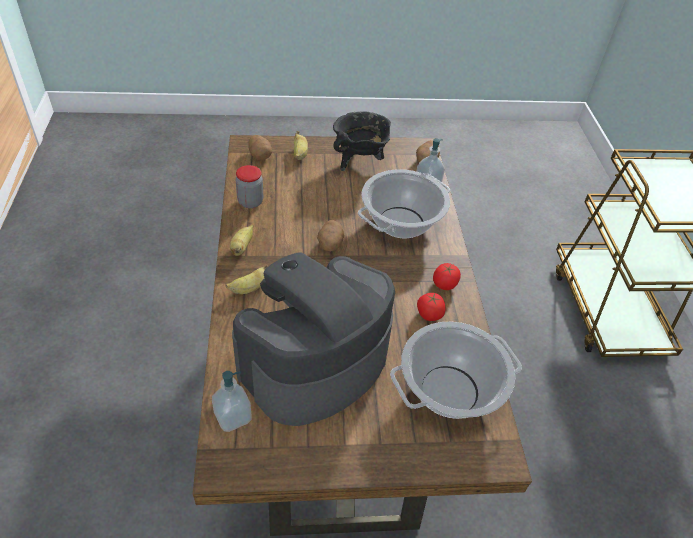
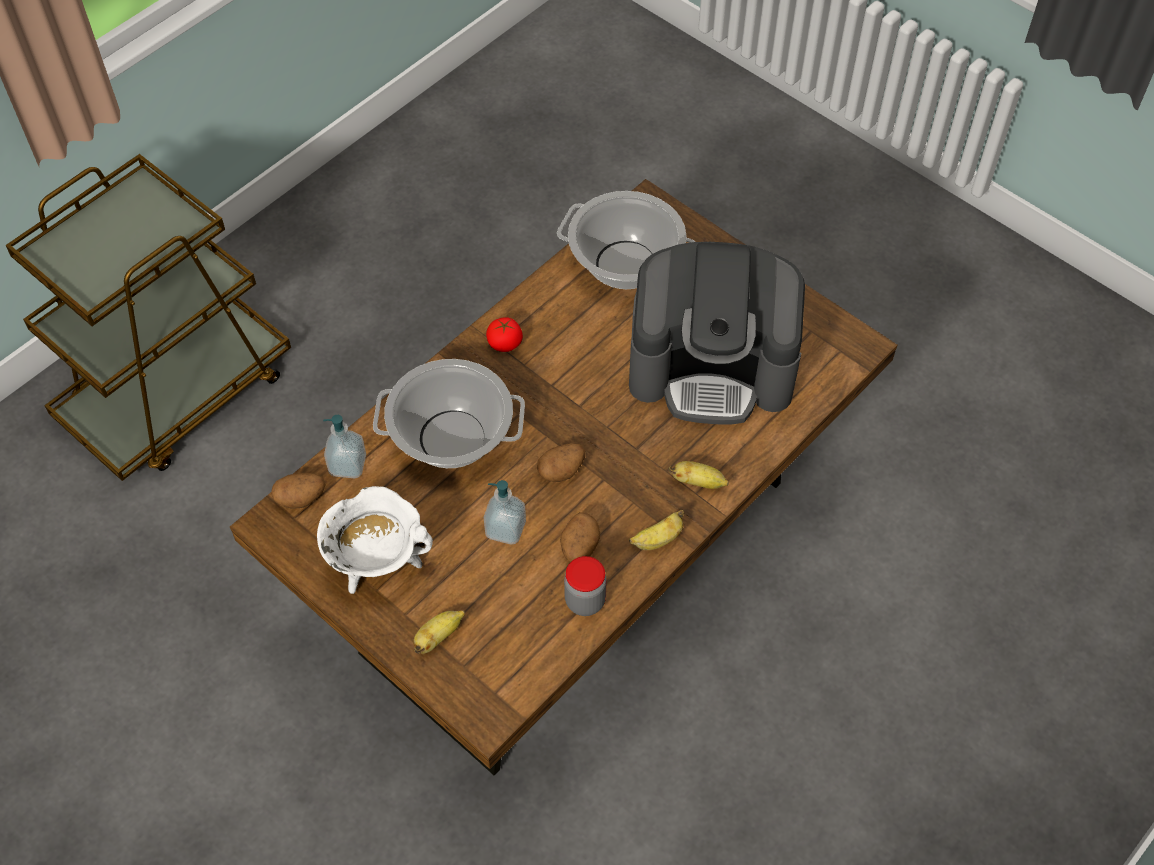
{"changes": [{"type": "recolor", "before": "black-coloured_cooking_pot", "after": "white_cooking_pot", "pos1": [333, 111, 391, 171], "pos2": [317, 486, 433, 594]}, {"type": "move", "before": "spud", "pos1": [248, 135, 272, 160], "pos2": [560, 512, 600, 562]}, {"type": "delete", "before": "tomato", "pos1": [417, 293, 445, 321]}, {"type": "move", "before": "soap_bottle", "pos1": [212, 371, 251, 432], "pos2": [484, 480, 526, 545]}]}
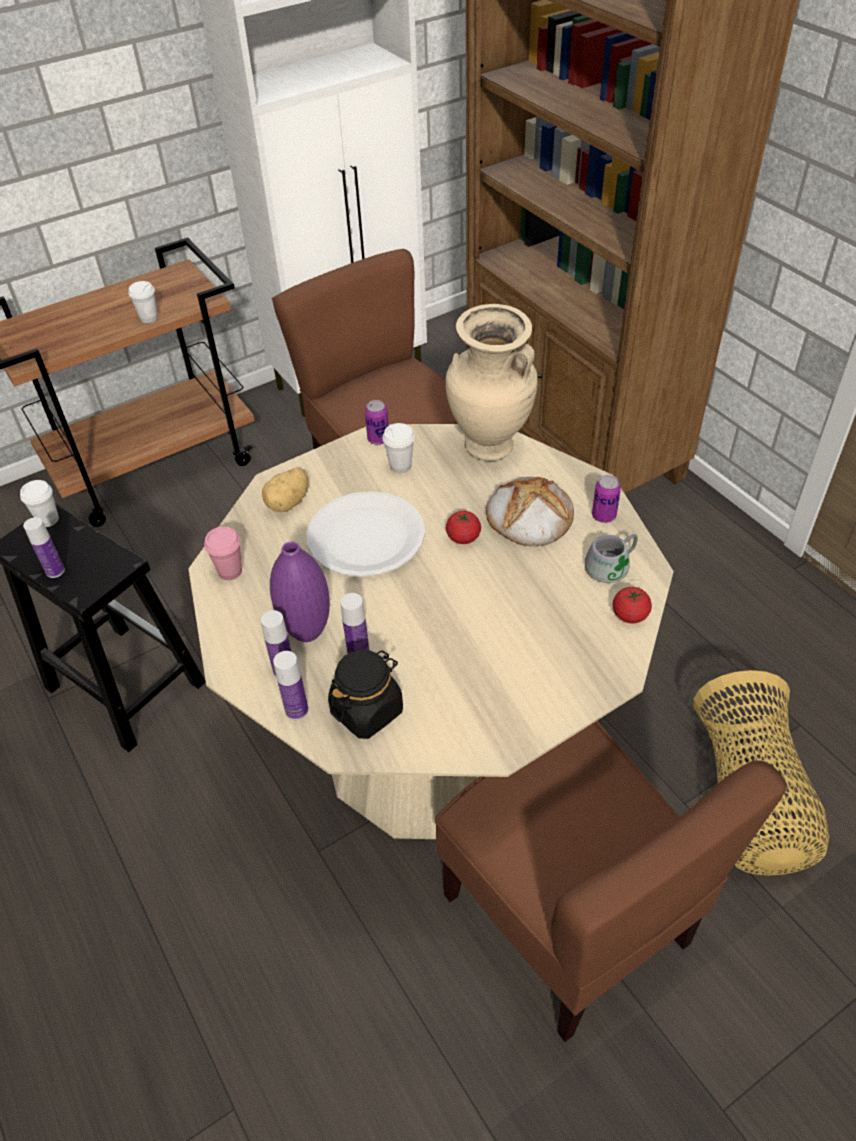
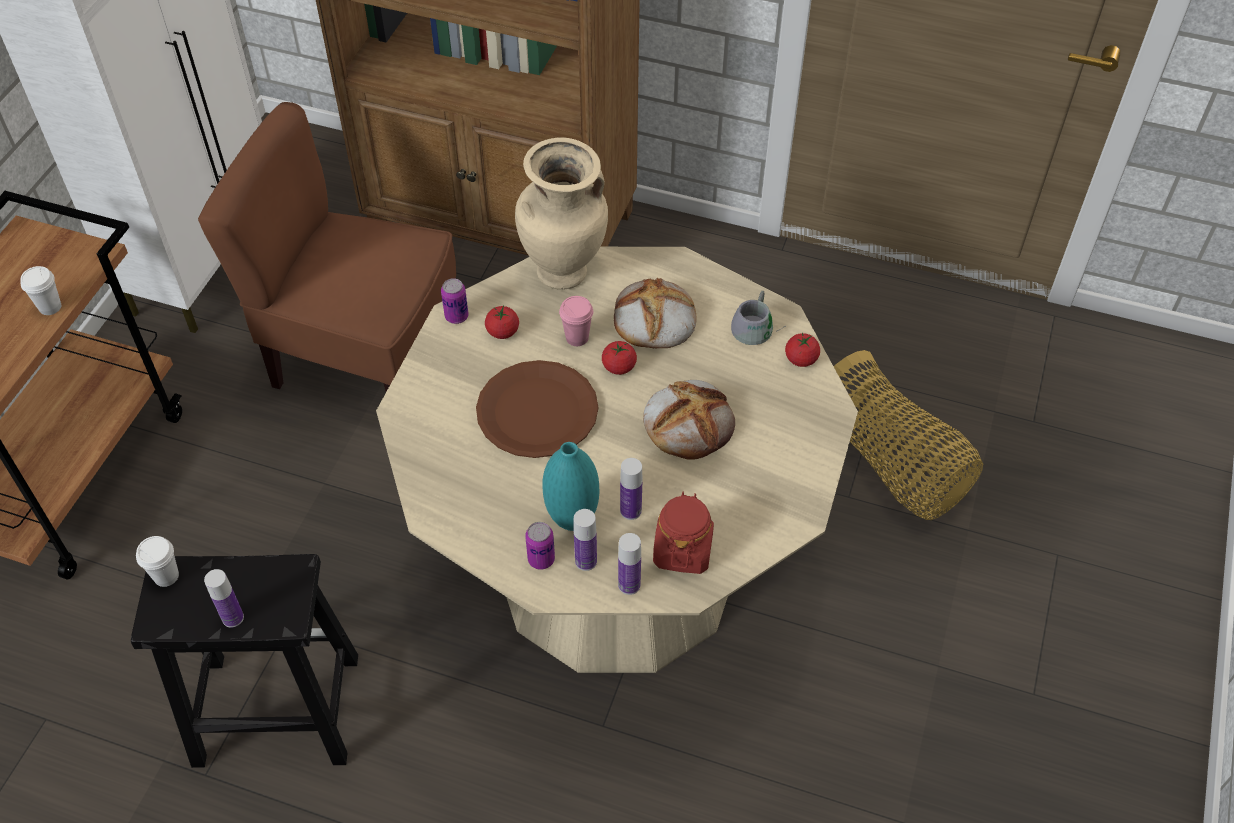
{"changes": [{"type": "replace", "before": "white_small_cup", "after": "tomato", "pos1": [383, 423, 415, 473], "pos2": [485, 306, 519, 339]}, {"type": "delete", "before": "spud", "pos1": [262, 468, 308, 512]}, {"type": "move", "before": "sealed_can", "pos1": [592, 475, 621, 523], "pos2": [525, 522, 555, 570]}, {"type": "recolor", "before": "white_dinner_plate", "after": "brown-coloured_dinner_plate", "pos1": [306, 491, 425, 577], "pos2": [476, 360, 599, 458]}, {"type": "move", "before": "pink_small_cup", "pos1": [204, 527, 242, 580], "pos2": [559, 296, 593, 346]}, {"type": "recolor", "before": "purple_flower_vase", "after": "blue-green_flower_vase", "pos1": [270, 542, 330, 642], "pos2": [543, 442, 599, 531]}, {"type": "recolor", "before": "black-coloured_storage_jar", "after": "reddish_storage_jar", "pos1": [328, 650, 403, 739], "pos2": [653, 492, 714, 574]}, {"type": "delete", "before": "brown-coloured_plain_chair", "pos1": [435, 721, 787, 1042]}, {"type": "insert", "after": "bakery_bread", "pos2": [643, 380, 735, 460]}]}
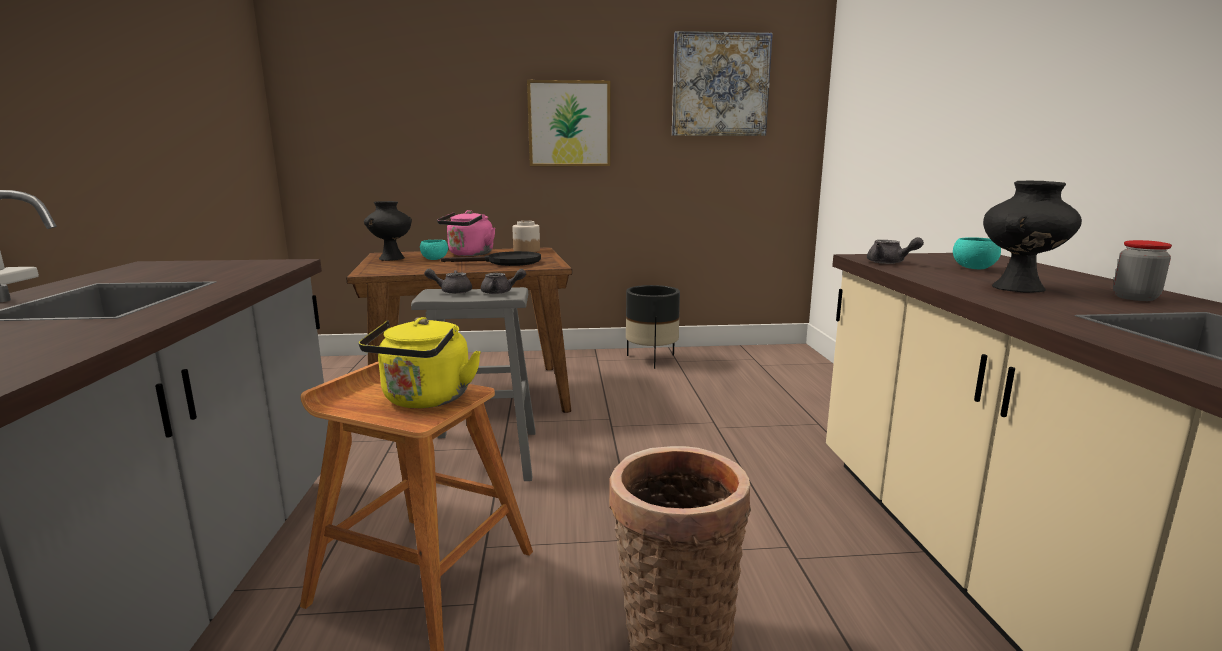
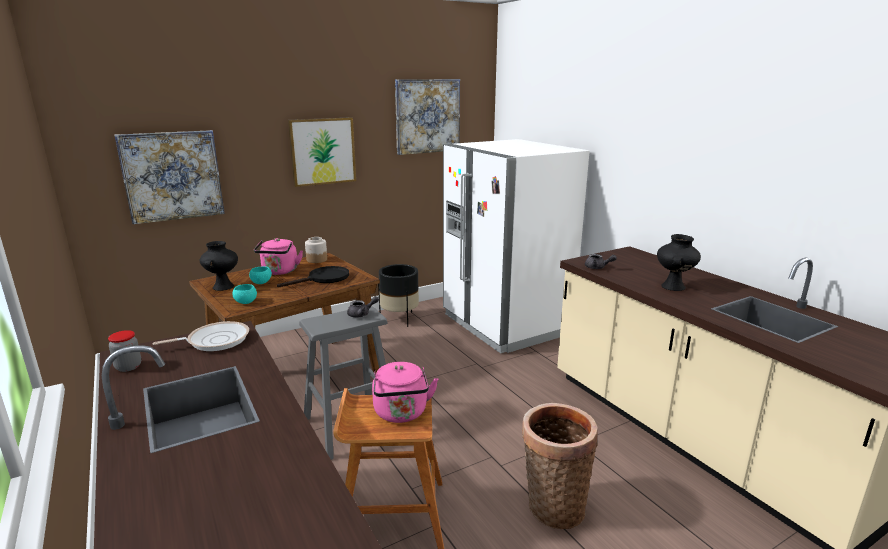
{"changes": [{"type": "move", "before": "blue-green_serving_bowl", "pos1": [953, 237, 1001, 269], "pos2": [232, 284, 257, 304]}, {"type": "move", "before": "storage_jar", "pos1": [1113, 240, 1172, 301], "pos2": [108, 330, 141, 372]}, {"type": "delete", "before": "gray_teapot", "pos1": [424, 269, 472, 294]}, {"type": "recolor", "before": "yellow_water_kettle", "after": "pink_water_kettle", "pos1": [359, 317, 481, 408], "pos2": [372, 362, 438, 423]}, {"type": "insert", "after": "picture", "pos2": [115, 130, 225, 224]}, {"type": "insert", "after": "white_fridge", "pos2": [443, 139, 590, 353]}, {"type": "insert", "after": "pan", "pos2": [152, 321, 249, 351]}]}
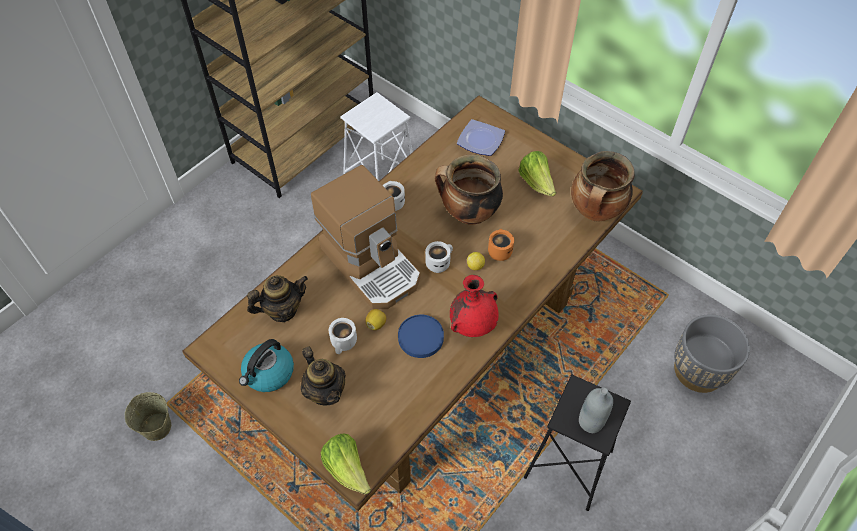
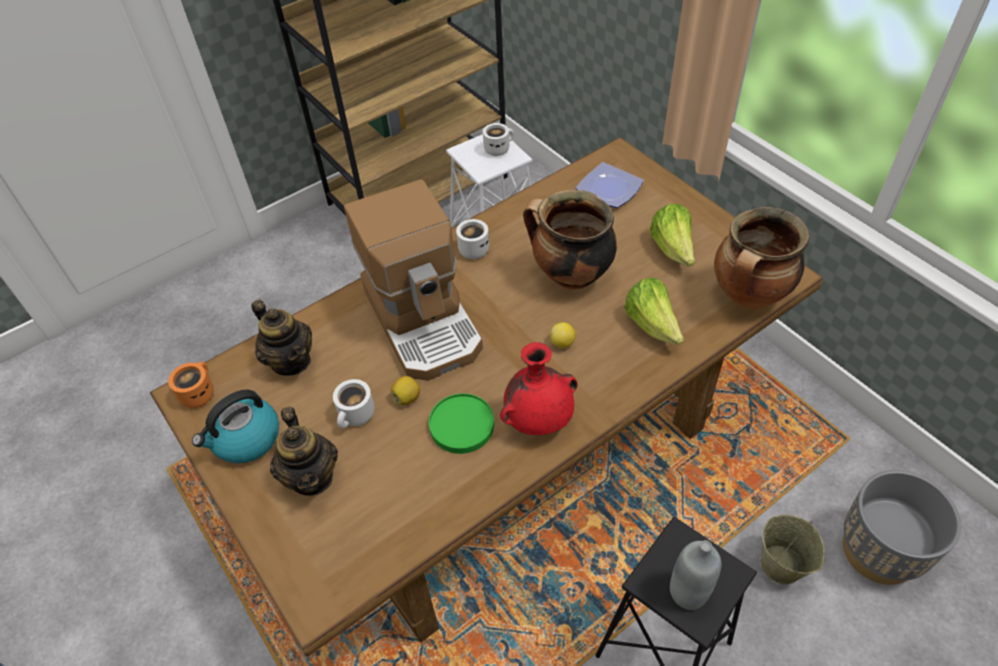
{"changes": [{"type": "move", "before": "orange_tea_mug", "pos1": [488, 229, 514, 261], "pos2": [168, 362, 214, 408]}, {"type": "move", "before": "white_tea_mug", "pos1": [425, 241, 453, 273], "pos2": [483, 123, 514, 156]}, {"type": "rotate", "before": "teapot", "pos1": [247, 275, 308, 322], "pos2": [251, 300, 312, 376], "turn": 60}, {"type": "recolor", "before": "blue-coloured_dinner_plate", "after": "greenish_dinner_plate", "pos1": [398, 315, 444, 358], "pos2": [429, 393, 494, 454]}, {"type": "move", "before": "beige_pail", "pos1": [125, 392, 171, 441], "pos2": [761, 515, 825, 584]}, {"type": "move", "before": "head_of_lettuce", "pos1": [321, 434, 371, 494], "pos2": [624, 277, 684, 345]}]}
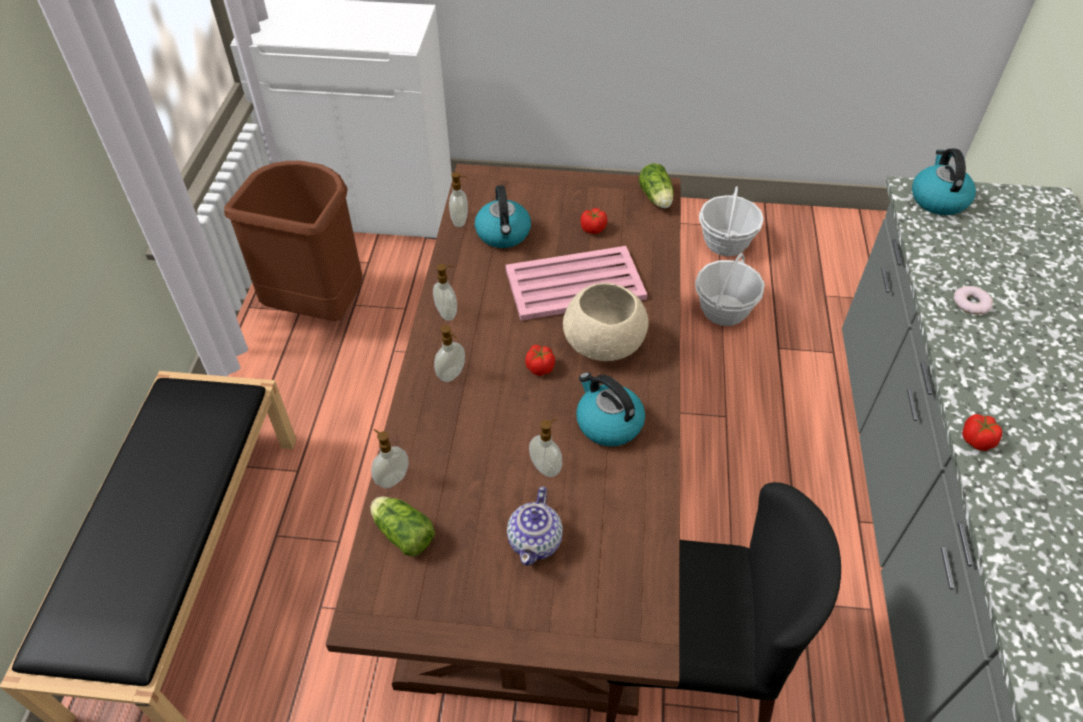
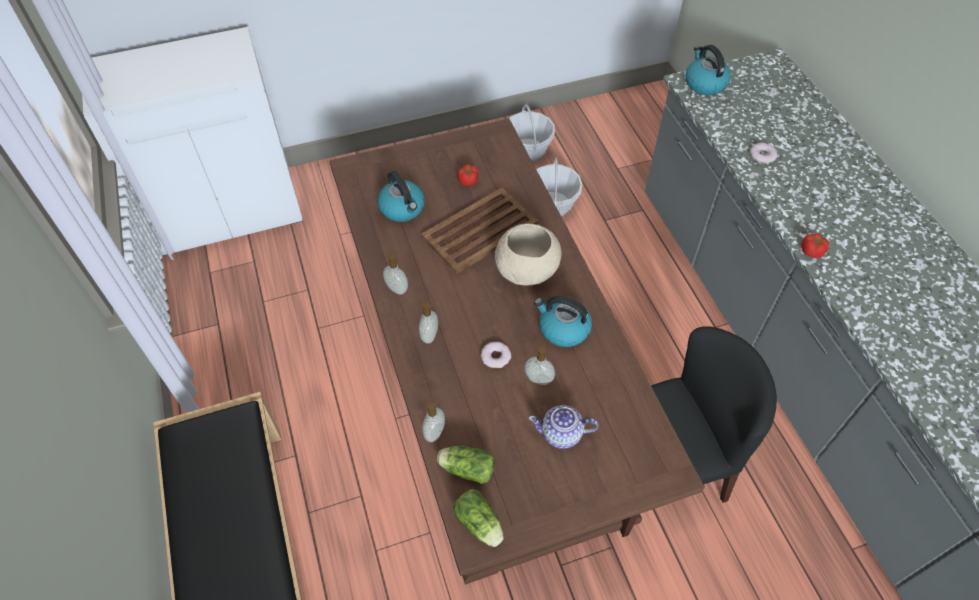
{"changes": [{"type": "delete", "before": "brown-coloured_waste_bin", "pos1": [224, 161, 363, 321]}, {"type": "move", "before": "head_of_lettuce", "pos1": [639, 163, 674, 208], "pos2": [453, 489, 504, 547]}, {"type": "delete", "before": "soap_bottle", "pos1": [449, 172, 468, 227]}, {"type": "recolor", "before": "pink_tray", "after": "brown-coloured_tray", "pos1": [506, 246, 647, 321], "pos2": [421, 187, 538, 274]}, {"type": "delete", "before": "tomato", "pos1": [525, 345, 555, 376]}, {"type": "rotate", "before": "teapot", "pos1": [507, 486, 563, 566], "pos2": [528, 405, 599, 449], "turn": 105}, {"type": "insert", "after": "ring_doughnut", "pos2": [481, 342, 511, 368]}]}
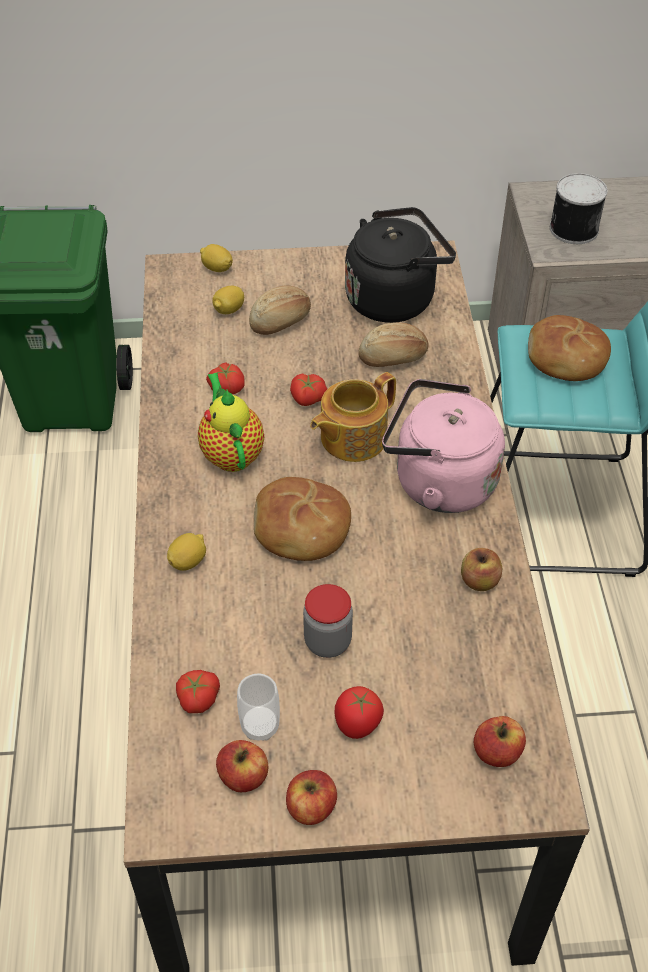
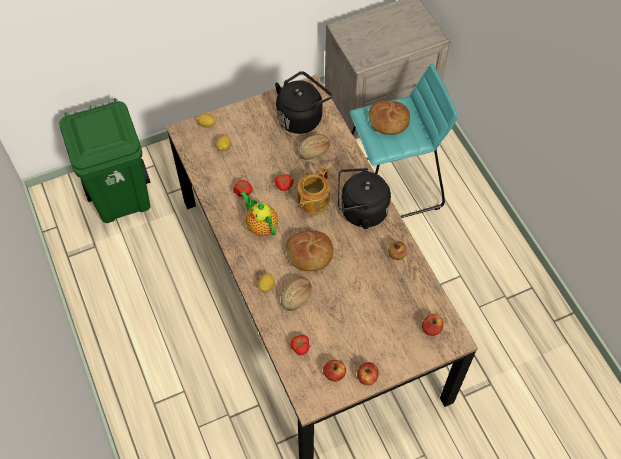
{"changes": [{"type": "delete", "before": "sealed_can", "pos1": [550, 173, 608, 244]}, {"type": "move", "before": "bakery_bread", "pos1": [249, 285, 311, 335], "pos2": [281, 277, 312, 311]}, {"type": "recolor", "before": "pink_water_kettle", "after": "black-coloured_water_kettle", "pos1": [382, 379, 505, 513], "pos2": [338, 168, 391, 229]}, {"type": "delete", "before": "storage_jar", "pos1": [303, 584, 353, 658]}, {"type": "delete", "before": "small_cup", "pos1": [237, 673, 280, 741]}, {"type": "delete", "before": "tomato", "pos1": [335, 686, 384, 739]}]}
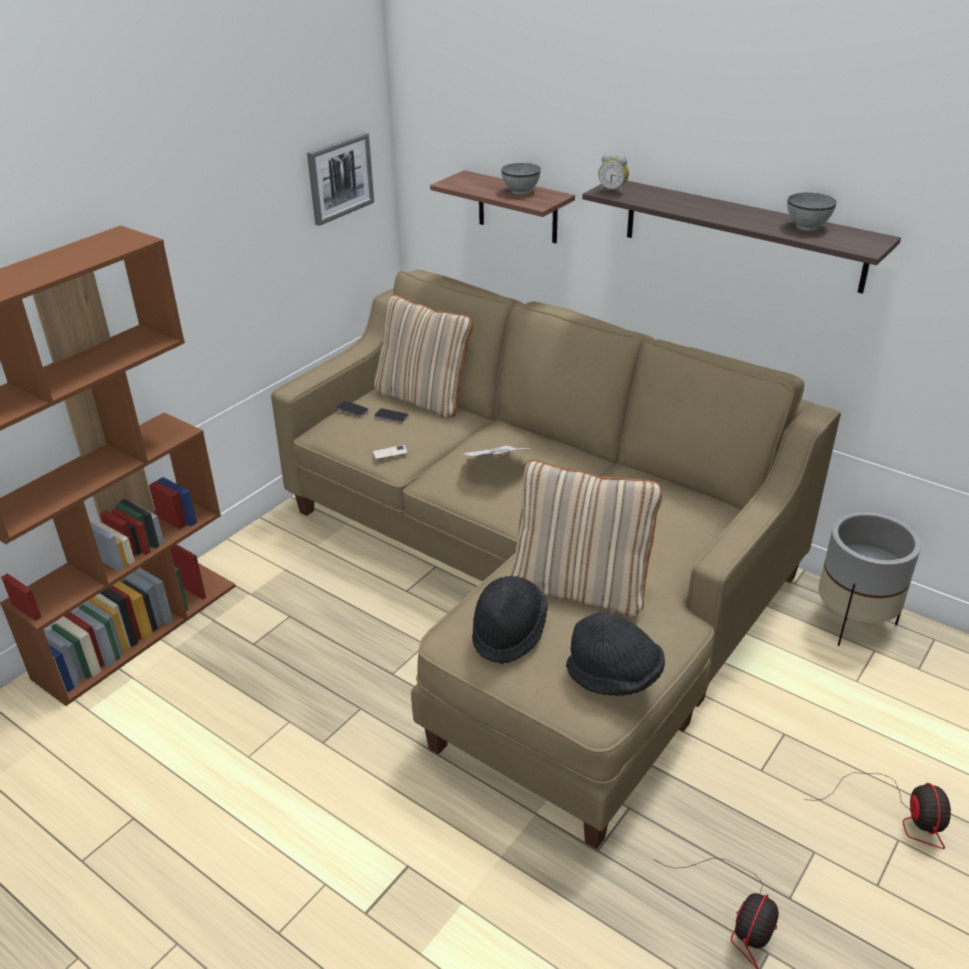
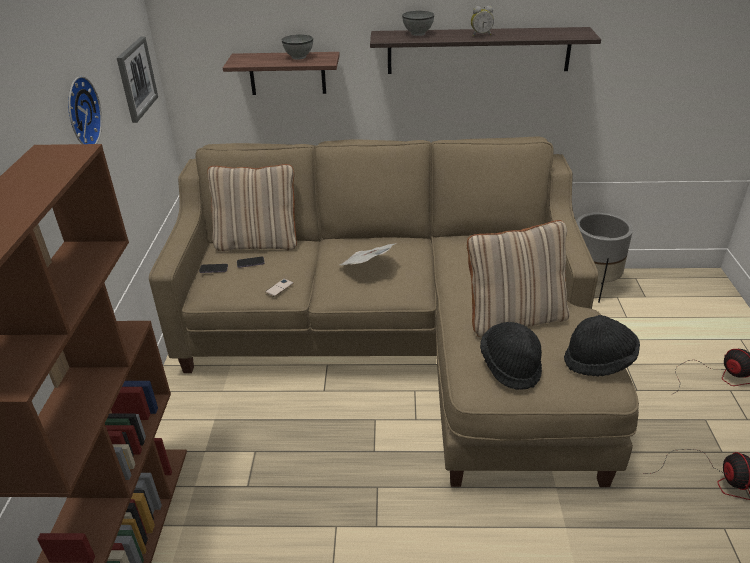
{"changes": [{"type": "move", "before": "bedside_clock", "pos1": [598, 153, 629, 194], "pos2": [471, 6, 494, 37]}, {"type": "move", "before": "gray_serving_bowl", "pos1": [787, 193, 837, 231], "pos2": [402, 11, 434, 36]}, {"type": "insert", "after": "clock_on_the_wall", "pos2": [68, 76, 102, 144]}]}
